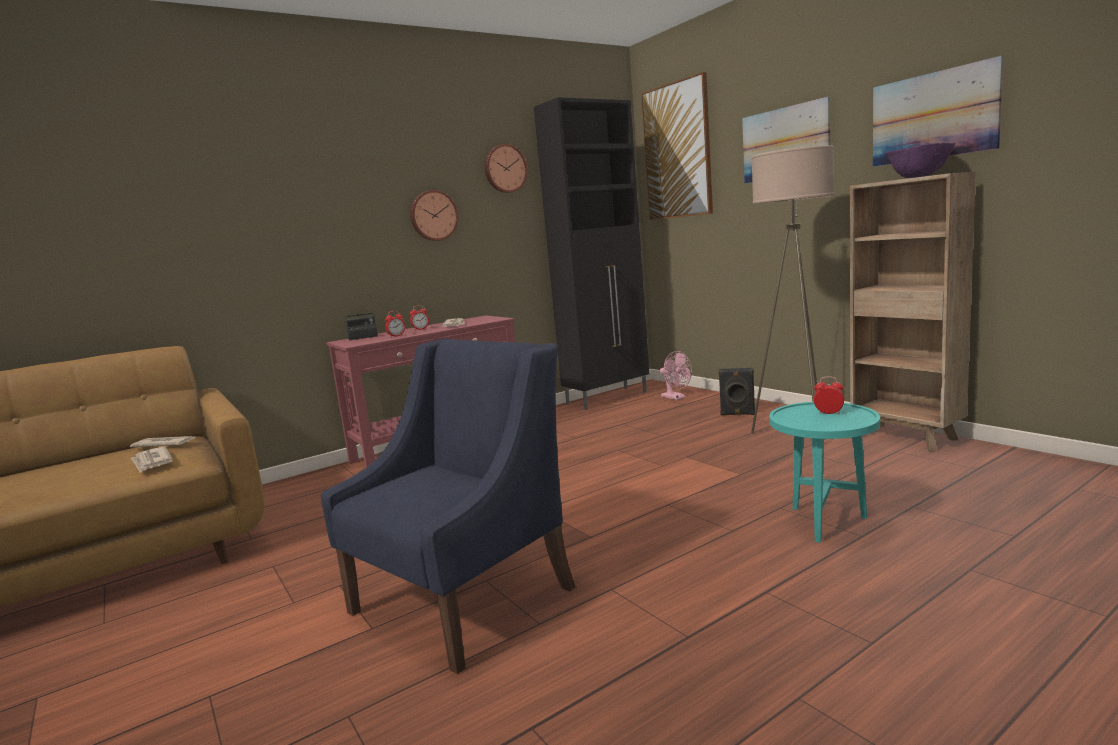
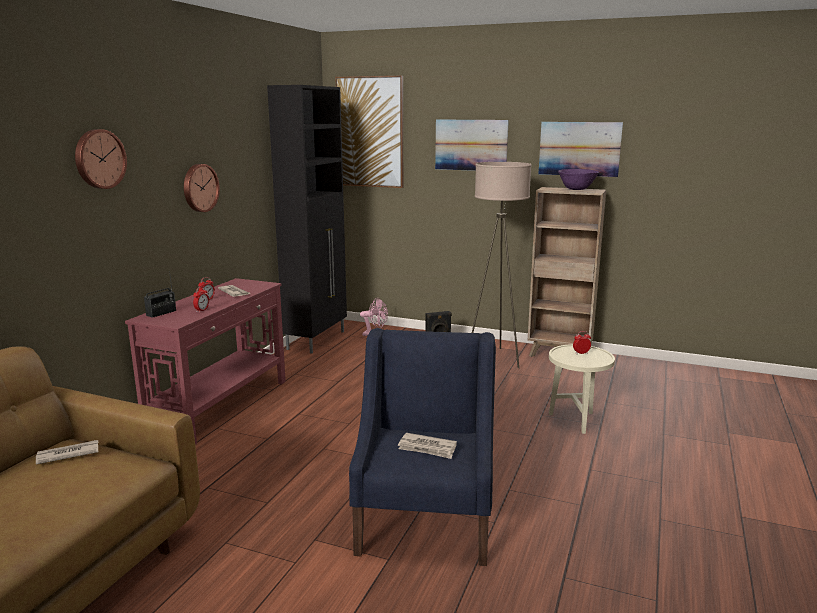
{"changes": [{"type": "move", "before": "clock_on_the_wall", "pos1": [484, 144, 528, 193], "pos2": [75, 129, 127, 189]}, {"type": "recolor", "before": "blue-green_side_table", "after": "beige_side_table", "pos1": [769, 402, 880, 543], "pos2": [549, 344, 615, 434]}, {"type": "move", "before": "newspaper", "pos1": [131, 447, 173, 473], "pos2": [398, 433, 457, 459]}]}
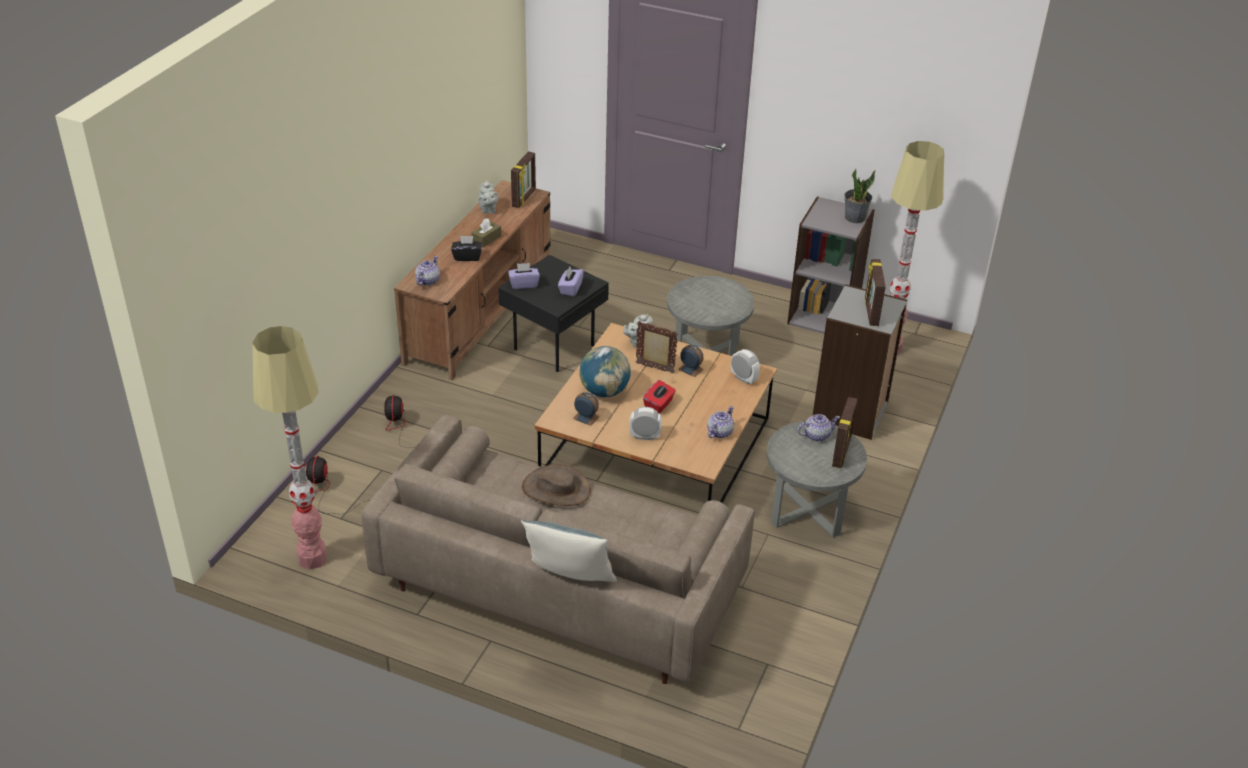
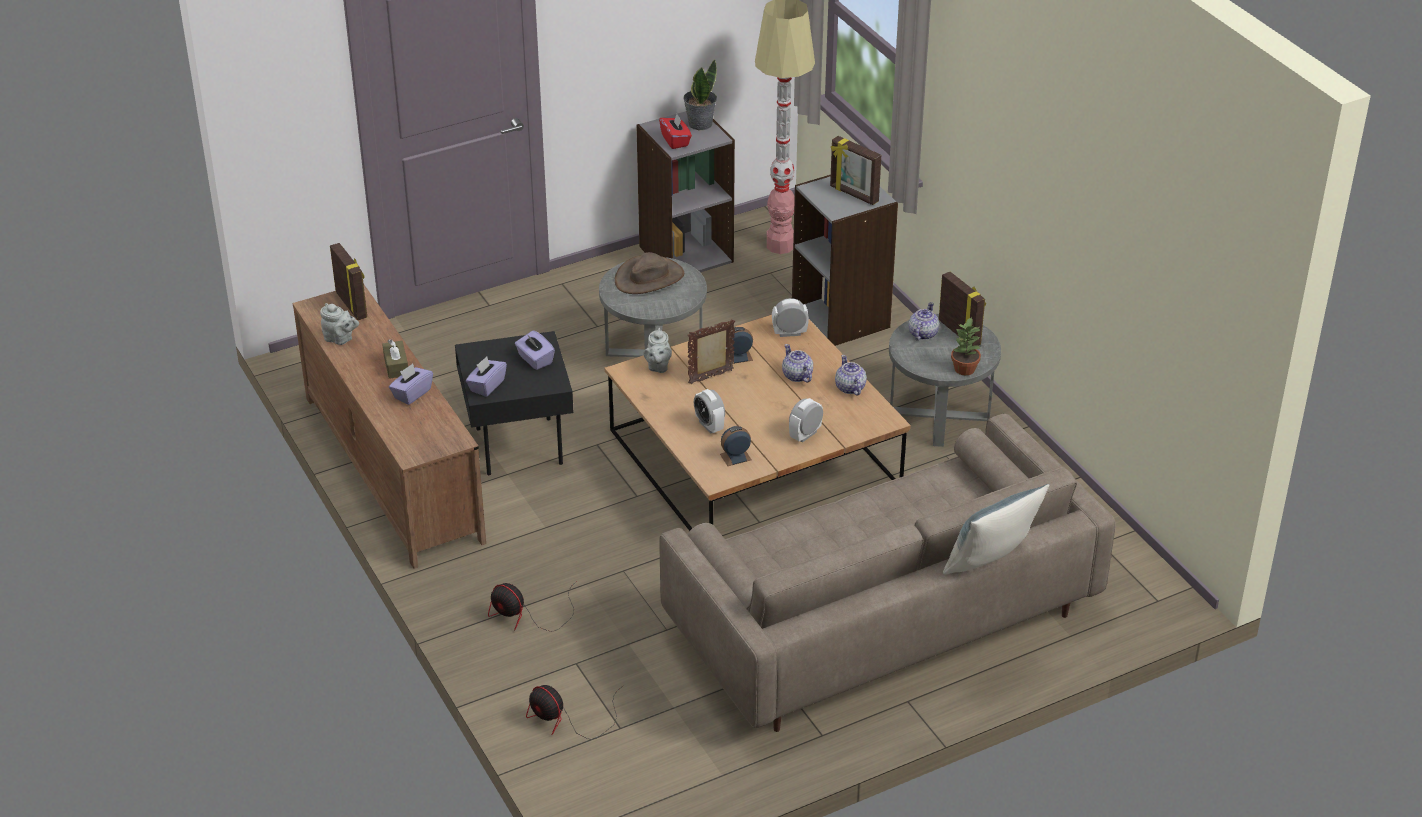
{"changes": [{"type": "recolor", "before": "black-coloured_tissue_box", "after": "purple_tissue_box", "pos1": [451, 236, 482, 261], "pos2": [389, 364, 433, 405]}, {"type": "move", "before": "teapot", "pos1": [415, 256, 440, 285], "pos2": [782, 344, 813, 382]}, {"type": "delete", "before": "floor_lamp", "pos1": [252, 326, 327, 570]}, {"type": "replace", "before": "desk_globe", "after": "bedside_clock", "pos1": [579, 346, 631, 397], "pos2": [694, 389, 725, 434]}, {"type": "move", "before": "reddish_tissue_box", "pos1": [643, 380, 676, 414], "pos2": [659, 114, 692, 149]}, {"type": "move", "before": "brown-coloured_clothing_hat", "pos1": [522, 464, 591, 506], "pos2": [615, 252, 684, 294]}, {"type": "insert", "after": "houseplant", "pos2": [951, 317, 981, 375]}]}
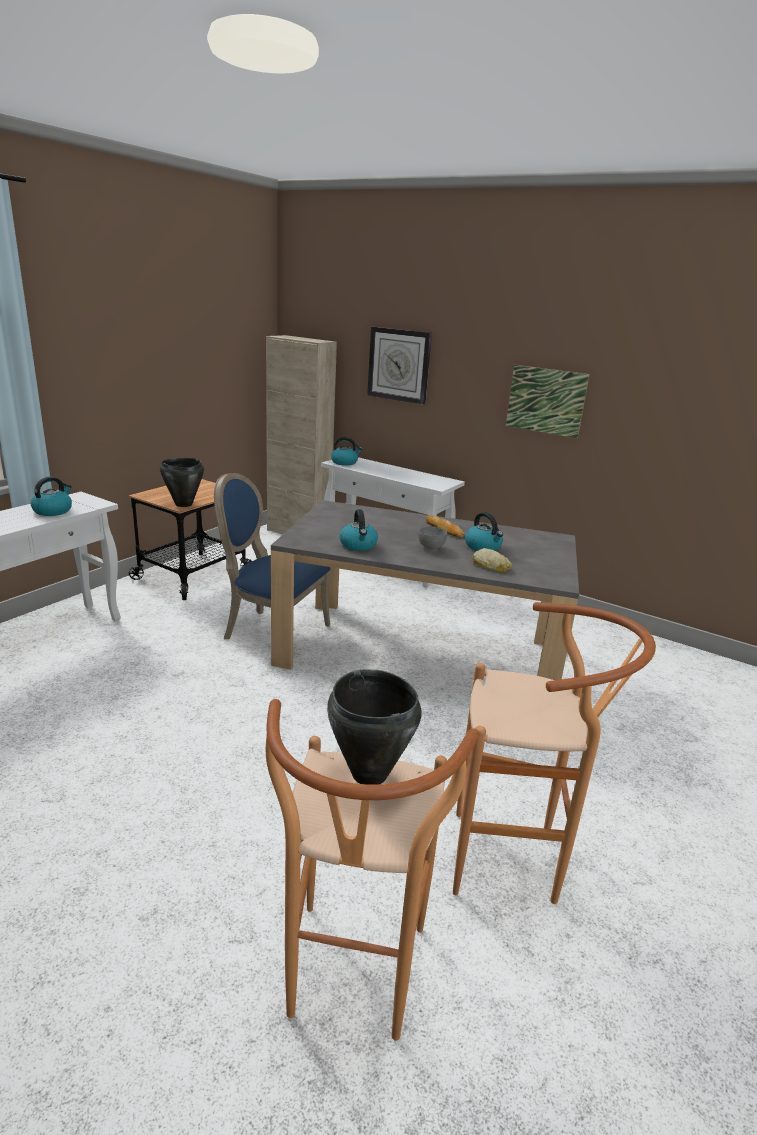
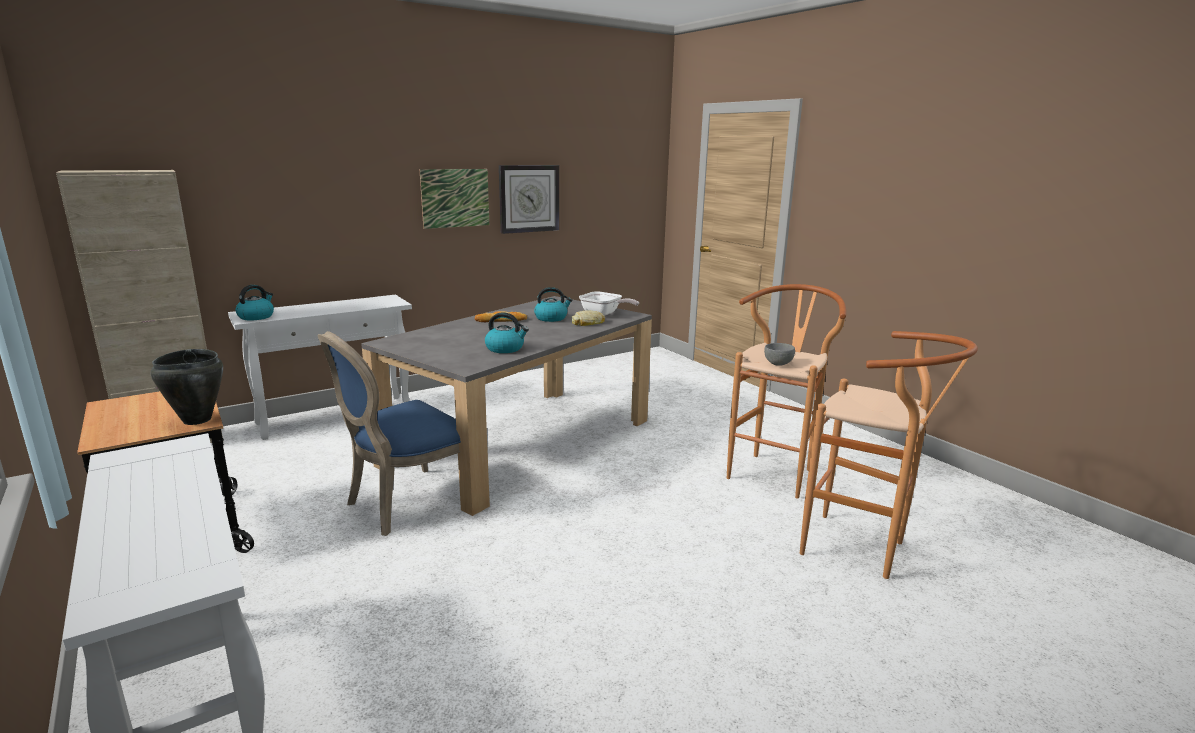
{"changes": [{"type": "move", "before": "clock_on_the_wall", "pos1": [367, 326, 432, 405], "pos2": [499, 165, 559, 234]}, {"type": "delete", "before": "water_kettle", "pos1": [31, 477, 72, 516]}, {"type": "move", "before": "gray_serving_bowl", "pos1": [418, 527, 447, 549], "pos2": [764, 343, 795, 366]}, {"type": "delete", "before": "black-coloured_cooking_pot", "pos1": [327, 669, 422, 785]}, {"type": "insert", "after": "pan", "pos2": [579, 291, 639, 316]}]}
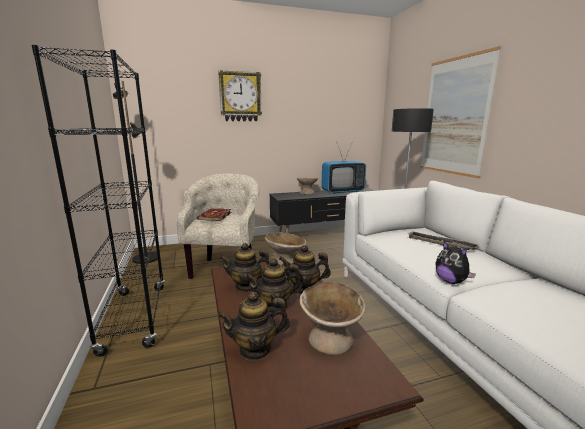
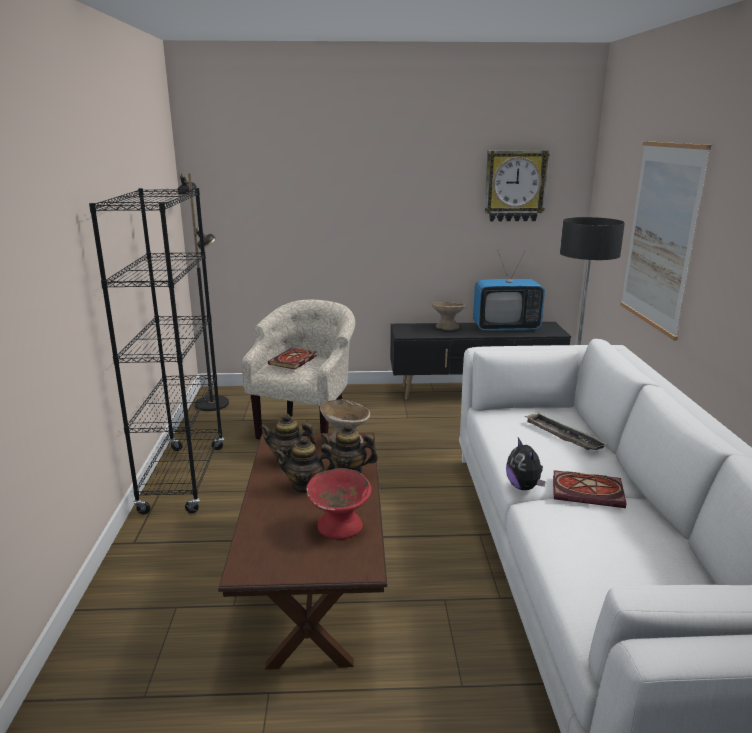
{"changes": [{"type": "move", "before": "clock_on_the_wall", "pos1": [218, 70, 262, 121], "pos2": [484, 150, 550, 221]}, {"type": "recolor", "before": "beige_serving_bowl", "after": "reddish_serving_bowl", "pos1": [300, 282, 365, 355], "pos2": [306, 468, 372, 540]}, {"type": "delete", "before": "teapot", "pos1": [218, 292, 290, 361]}, {"type": "insert", "after": "book", "pos2": [553, 470, 626, 508]}]}
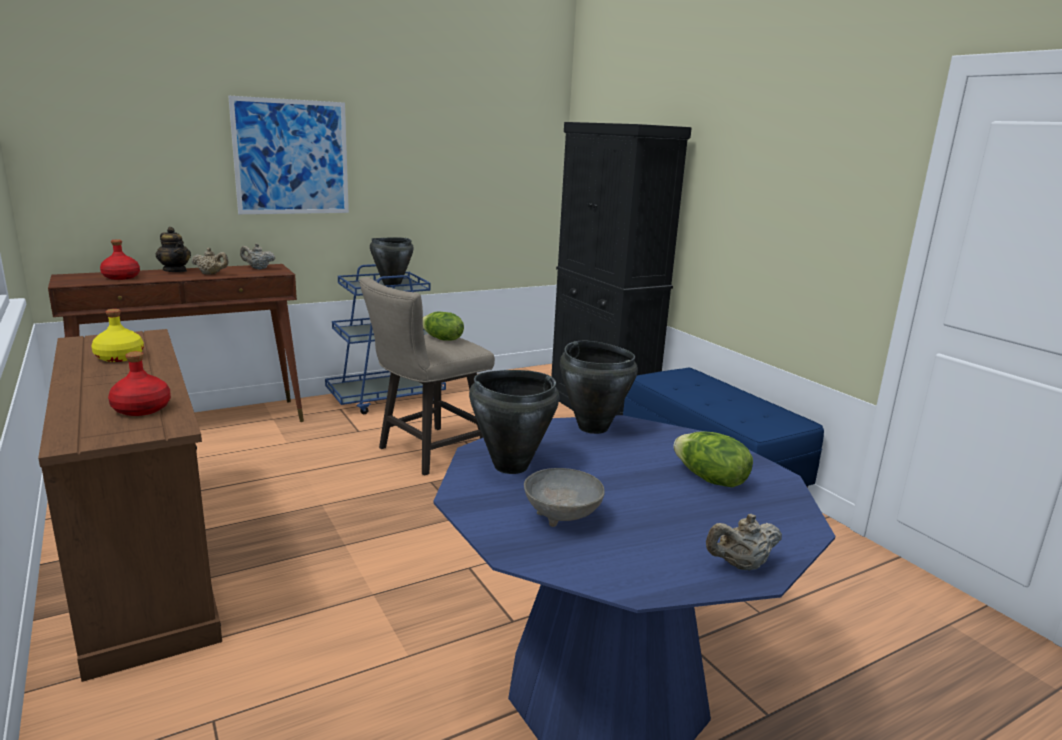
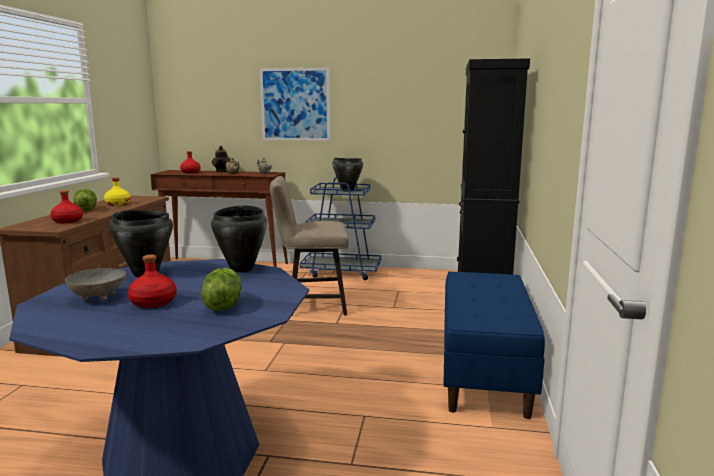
{"changes": [{"type": "move", "before": "head_of_lettuce", "pos1": [423, 312, 464, 340], "pos2": [73, 189, 97, 211]}, {"type": "delete", "before": "beige_teapot", "pos1": [706, 514, 782, 571]}, {"type": "insert", "after": "reddish_beverage_bottle", "pos2": [128, 254, 176, 308]}]}
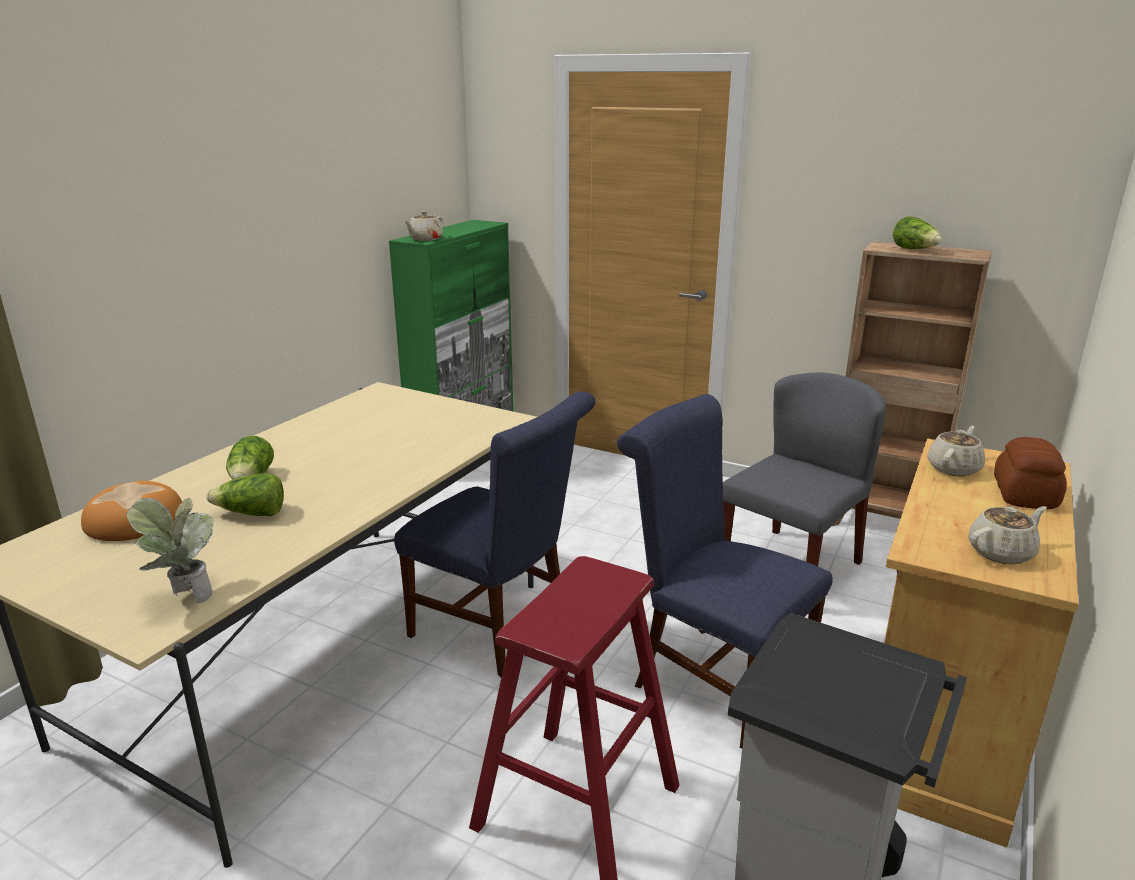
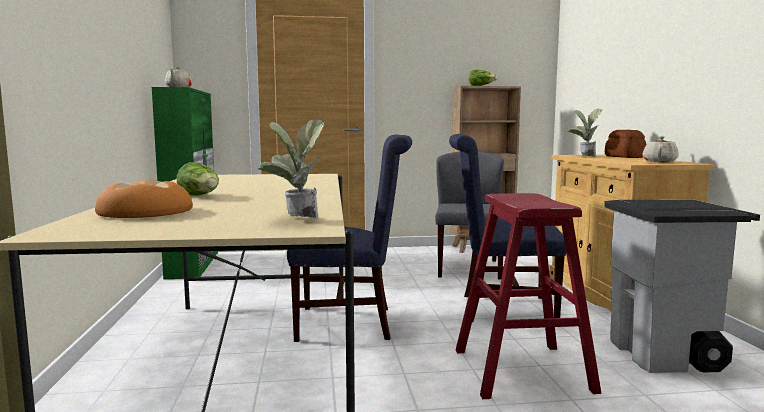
{"changes": [{"type": "replace", "before": "beige_teapot", "after": "houseplant", "pos1": [927, 426, 985, 477], "pos2": [568, 108, 603, 157]}, {"type": "delete", "before": "head_of_lettuce", "pos1": [206, 473, 284, 516]}]}
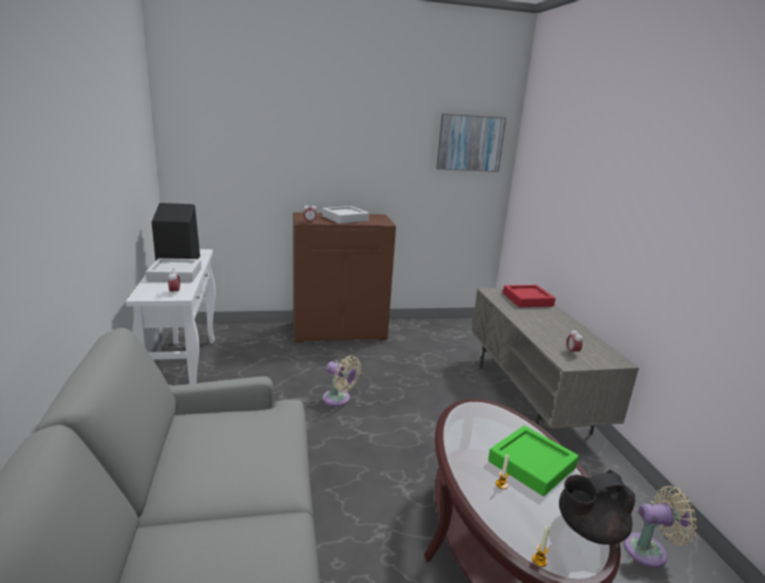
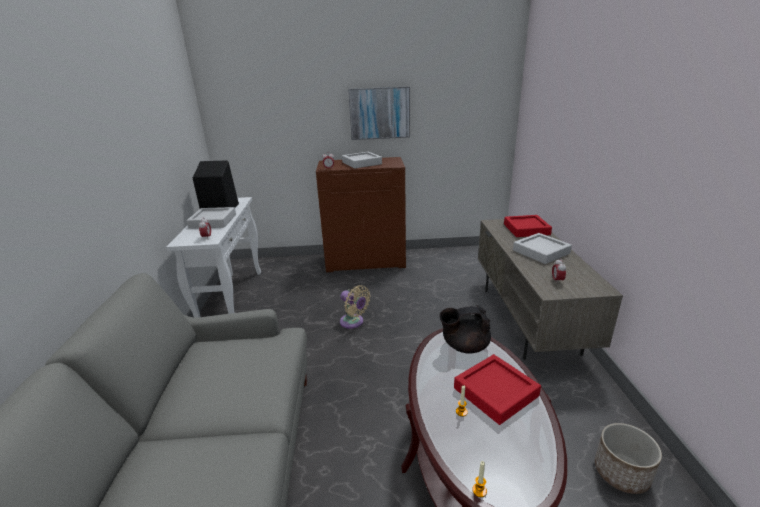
{"changes": [{"type": "move", "before": "picture", "pos1": [436, 113, 506, 172], "pos2": [348, 86, 410, 140]}, {"type": "recolor", "before": "greenish_tray", "after": "reddish_tray", "pos1": [488, 426, 579, 496], "pos2": [454, 354, 541, 425]}, {"type": "move", "before": "black-coloured_teapot", "pos1": [559, 469, 636, 545], "pos2": [439, 305, 491, 354]}, {"type": "replace", "before": "beige_cooling_fan", "after": "planter", "pos1": [624, 486, 697, 568], "pos2": [595, 423, 662, 494]}, {"type": "insert", "after": "gray_tray", "pos2": [513, 233, 572, 264]}]}
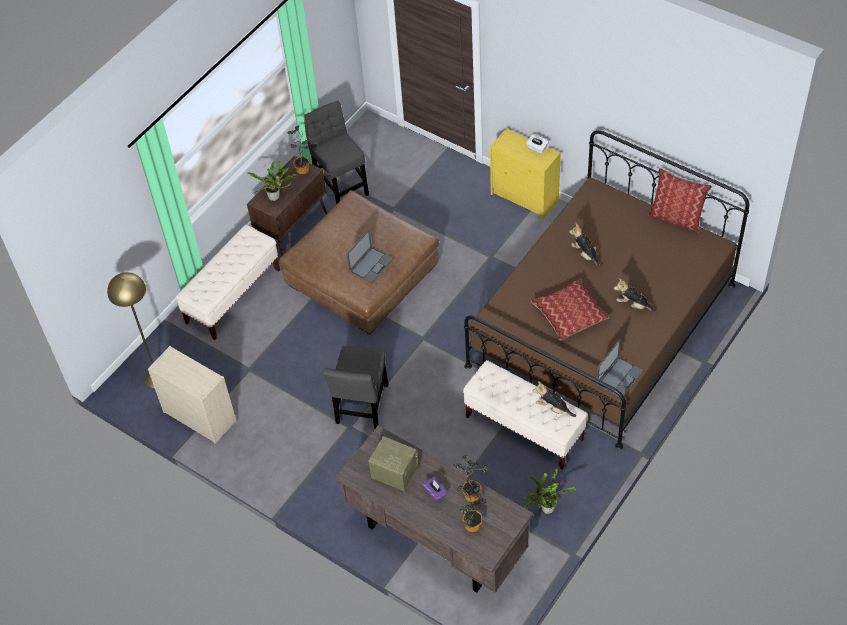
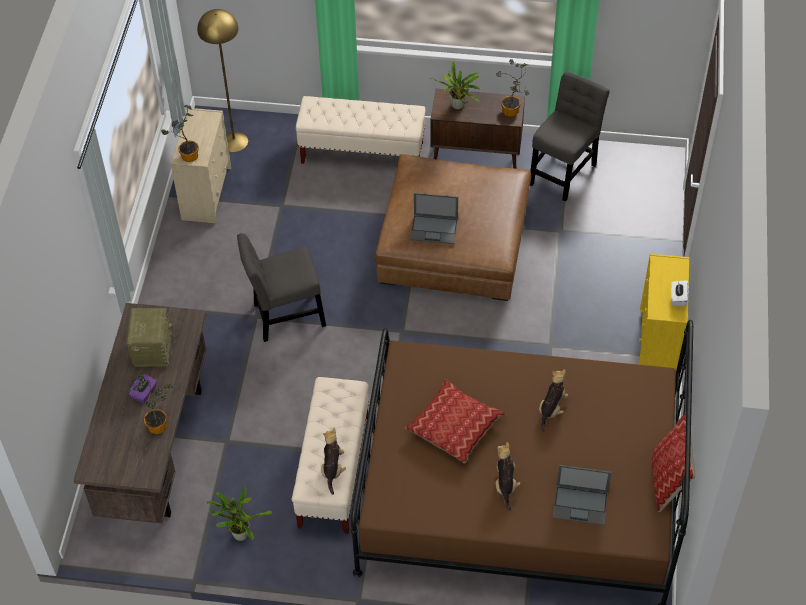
{"changes": [{"type": "move", "before": "laptop", "pos1": [596, 339, 644, 398], "pos2": [553, 465, 611, 525]}, {"type": "move", "before": "houseplant", "pos1": [457, 486, 486, 532], "pos2": [161, 105, 199, 162]}]}
